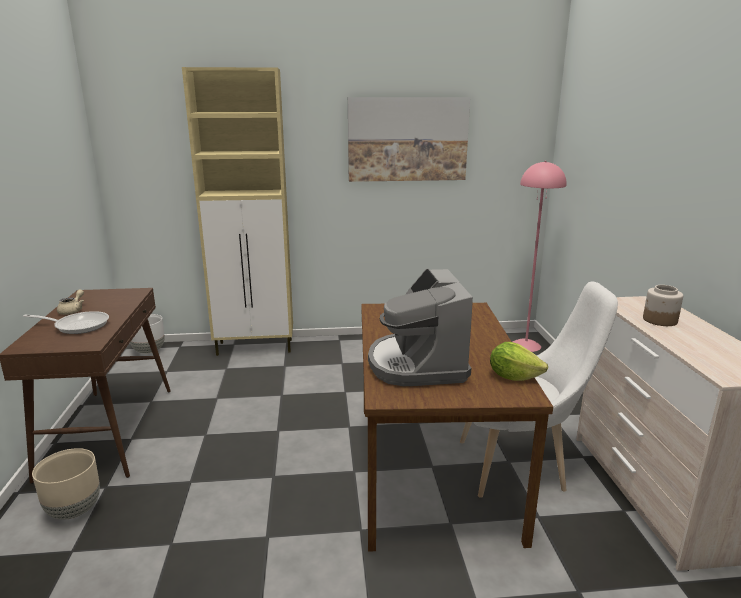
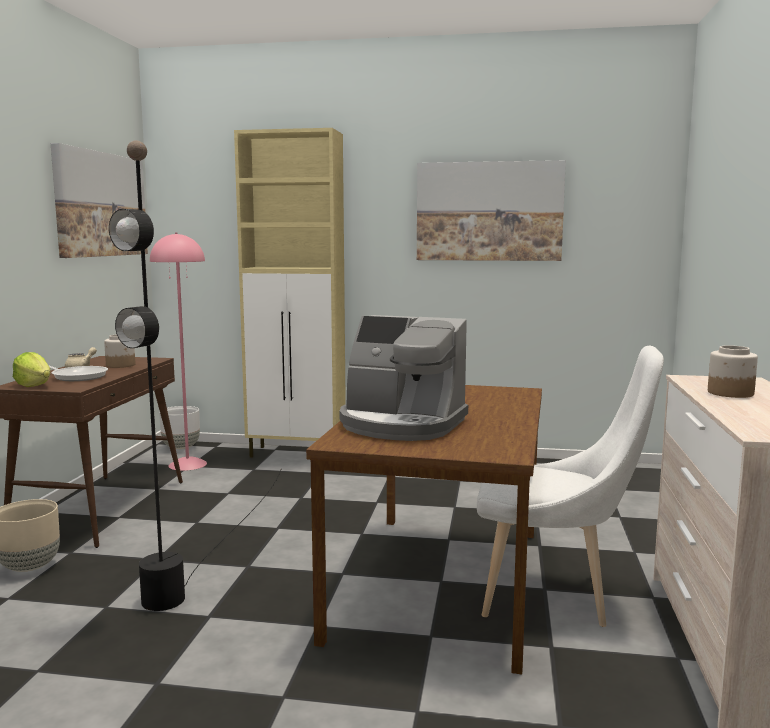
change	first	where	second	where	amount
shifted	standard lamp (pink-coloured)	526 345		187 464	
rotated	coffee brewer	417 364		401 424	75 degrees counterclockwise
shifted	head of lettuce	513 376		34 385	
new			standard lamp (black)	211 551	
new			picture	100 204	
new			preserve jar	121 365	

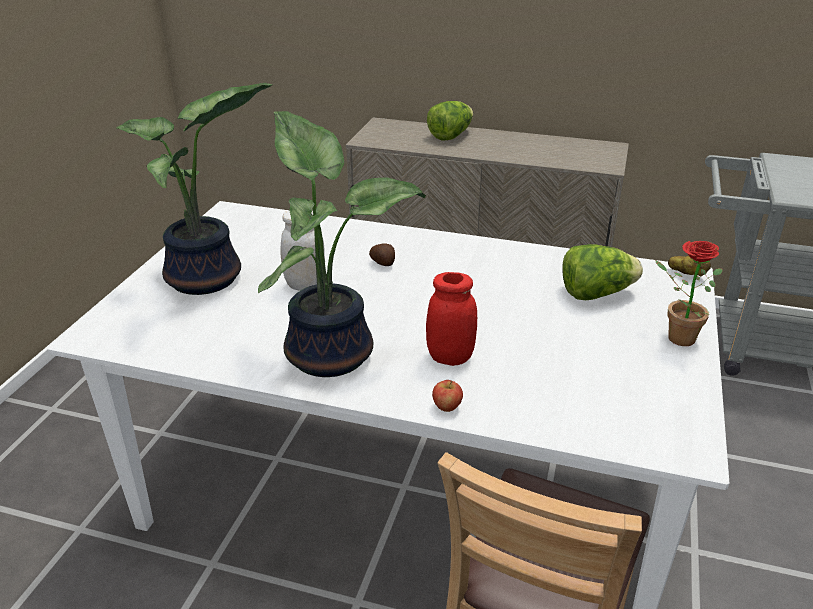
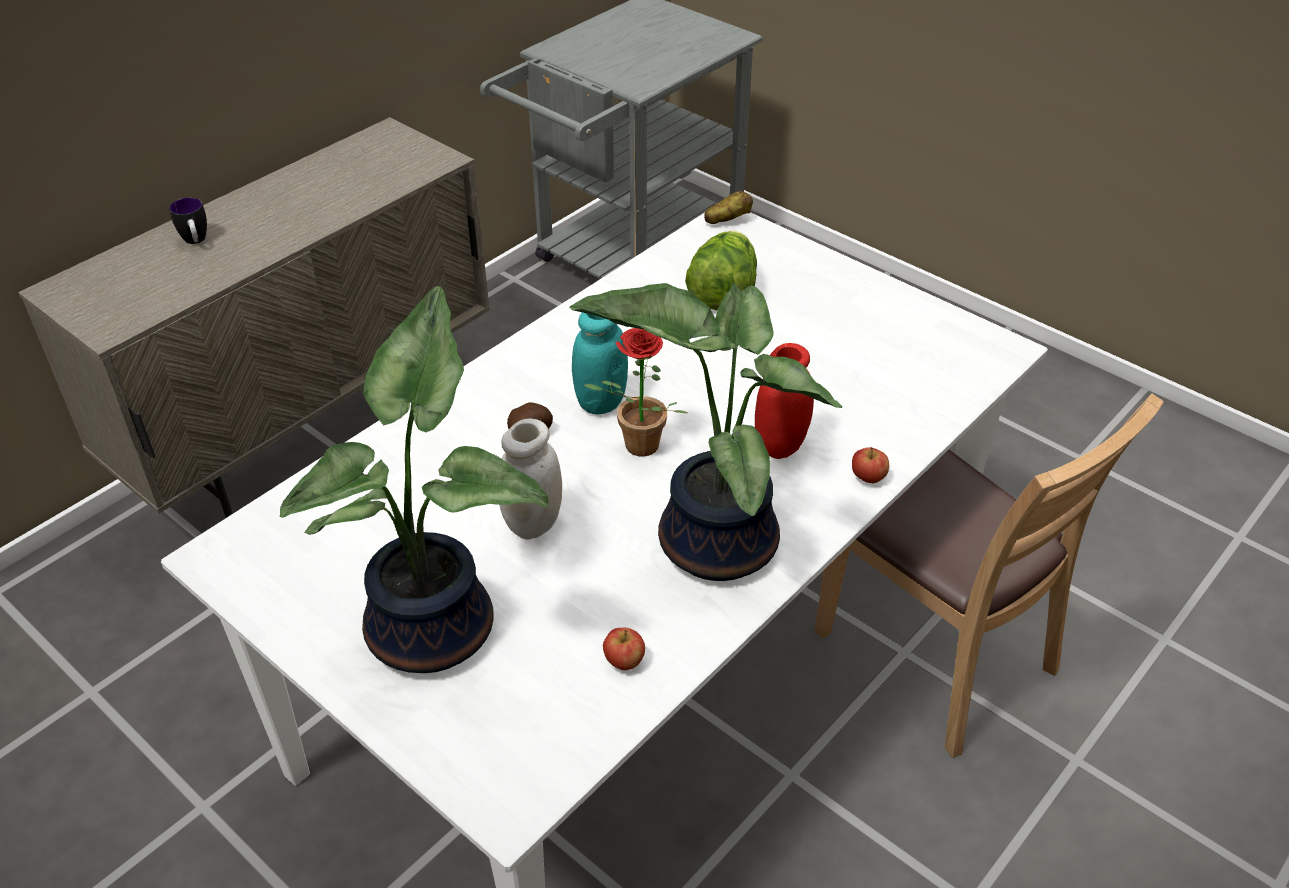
change	first	where	second	where	amount
swapped	head of lettuce	450 136	mug	196 241	
shifted	plant in a pot	675 337		635 448	
new			preserve jar (blue-green)	600 401	
new			apple	624 661	

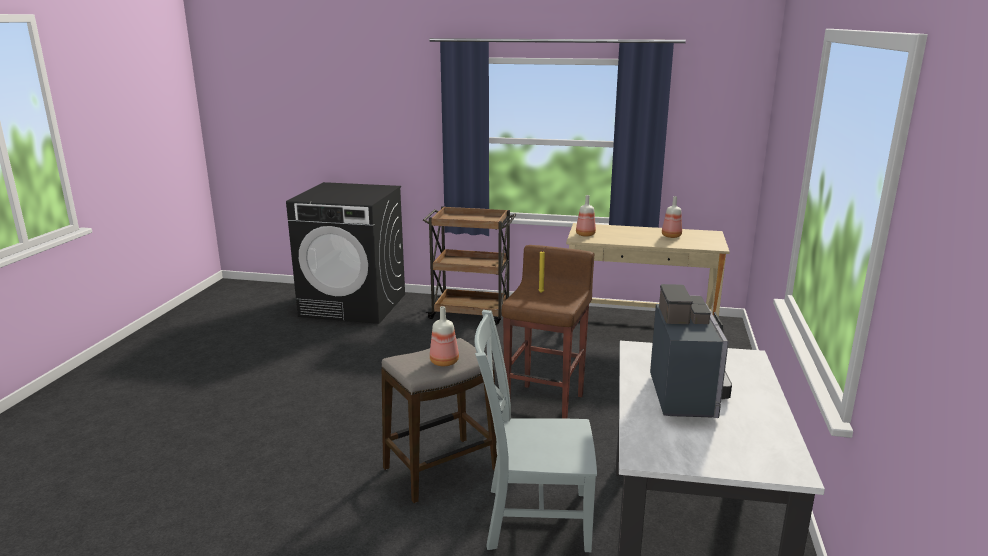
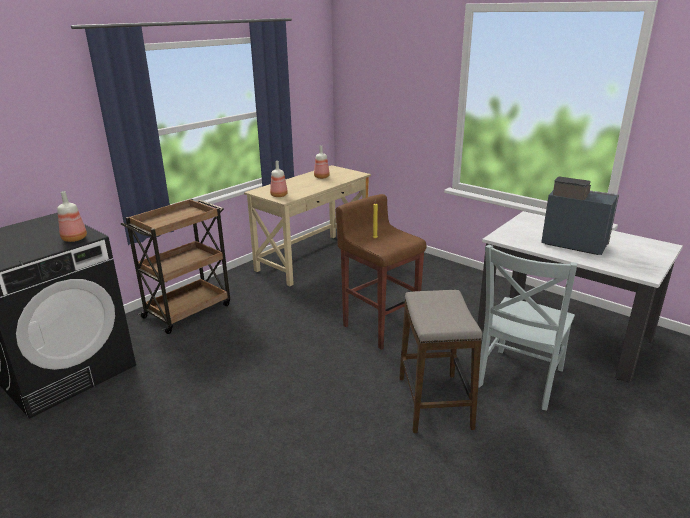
change	first	where	second	where	amount
shifted	beverage bottle	444 361		74 238	

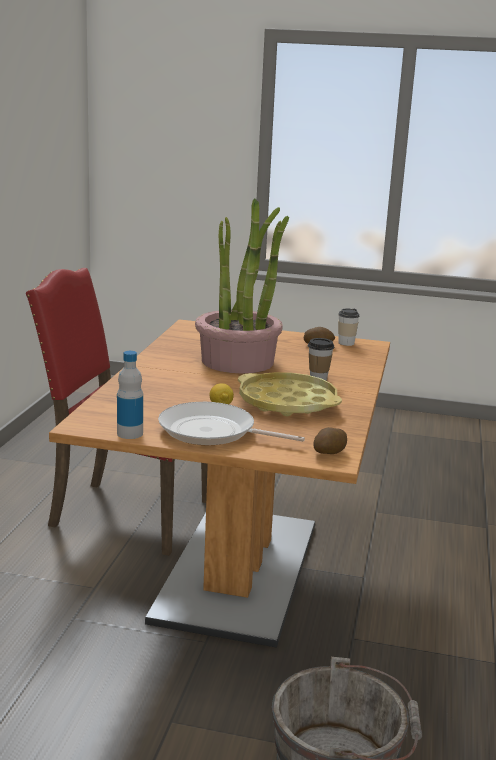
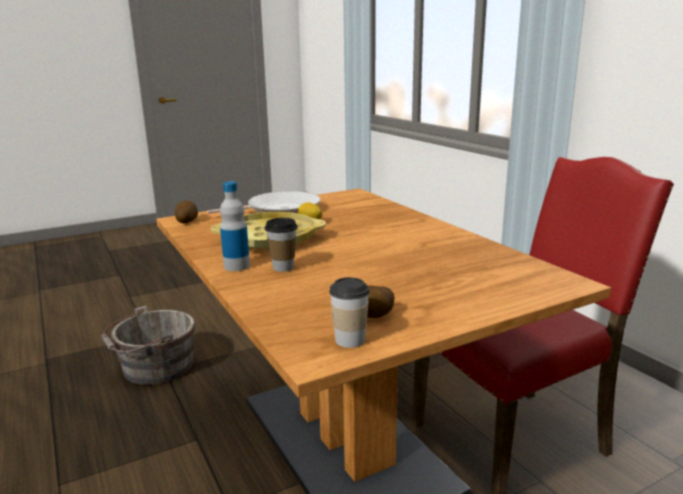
change	first	where	second	where	amount
gone	plant in a pot	238 361			
shifted	beverage bottle	130 433		236 266	

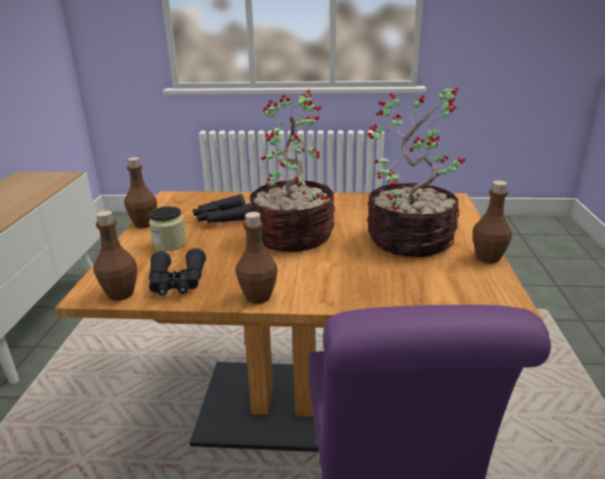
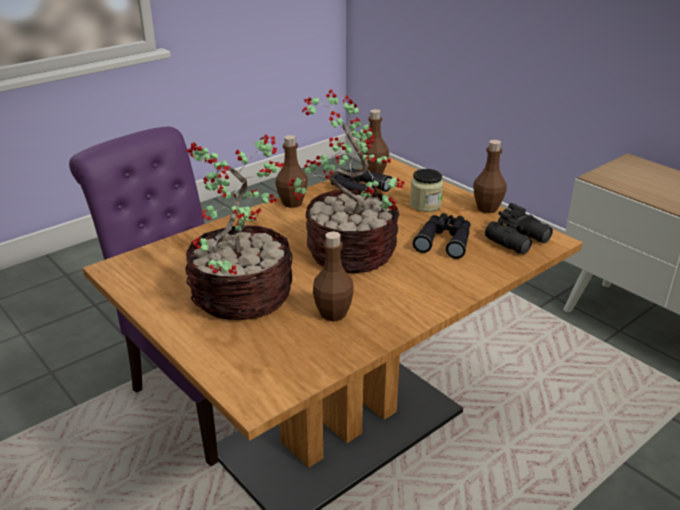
change	first	where	second	where	amount
shifted	beverage bottle (brownish)	487 258		333 314	
new			pair of binoculars (black)	519 240	

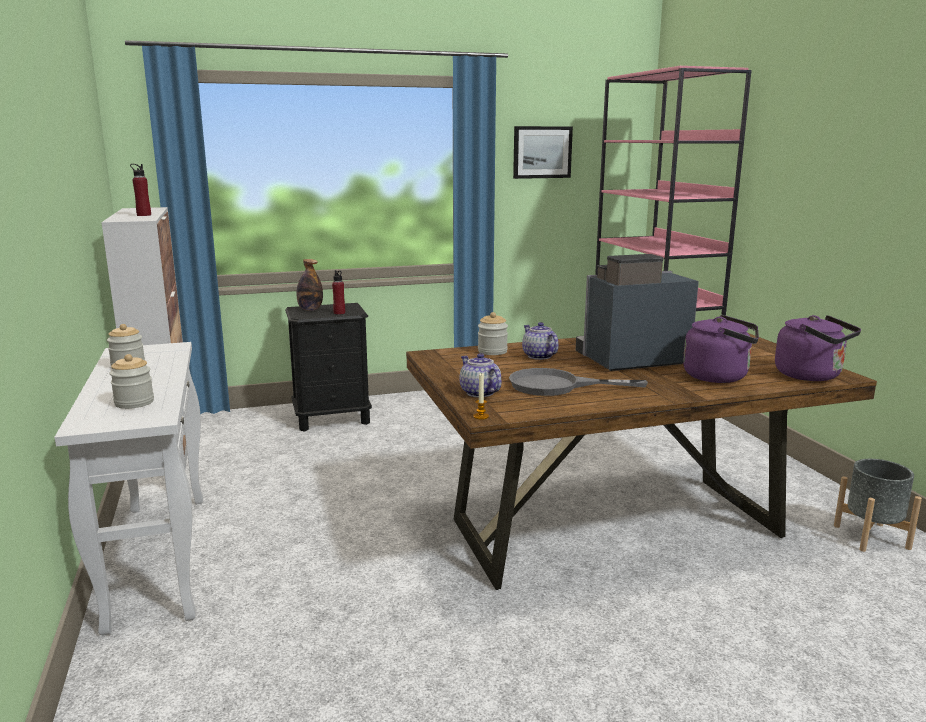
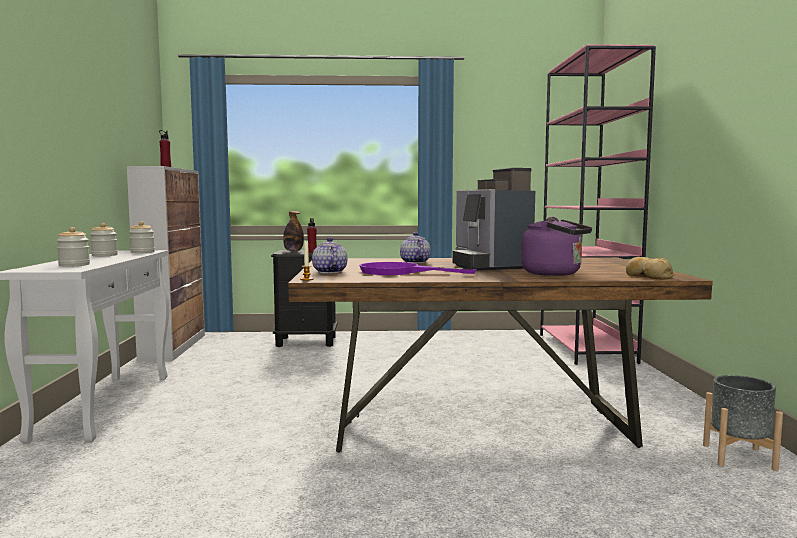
change	first	where	second	where	amount
gone	picture	542 152			
rotated	coffee brewer	629 360		489 266	105 degrees counterclockwise
shifted	preserve jar	492 351		142 252	
swapped	water kettle (purple-coloured)	812 376	baked bread	648 276	
repainted	frying pan (gray)	557 386	frying pan (purple-coloured)	400 272	

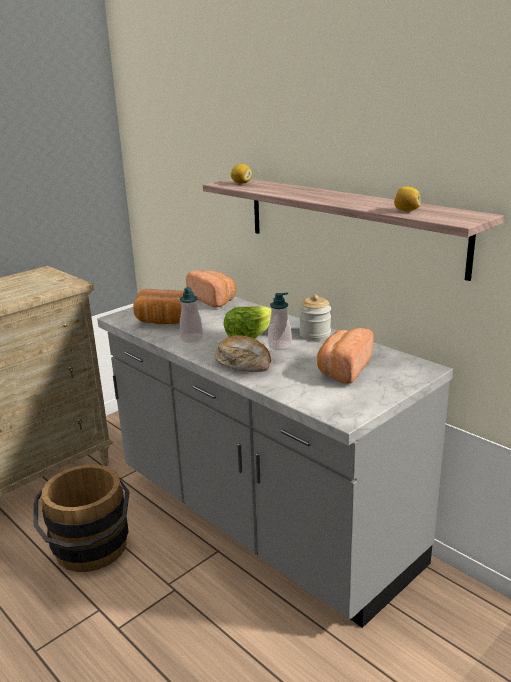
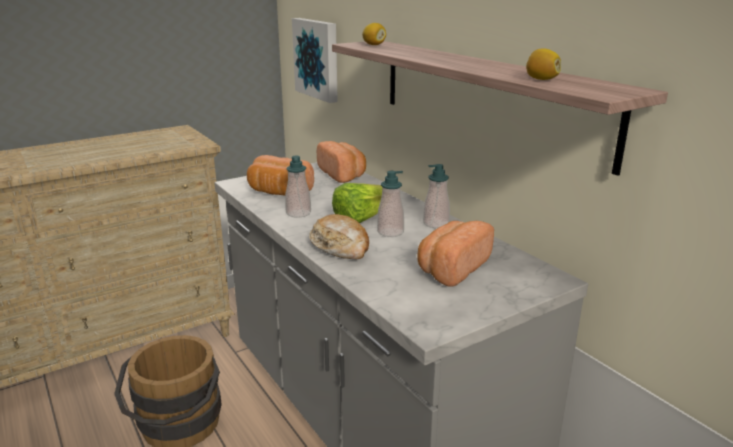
change	first	where	second	where	amount
swapped	preserve jar	315 334	soap bottle	436 223	
new			picture	318 59	

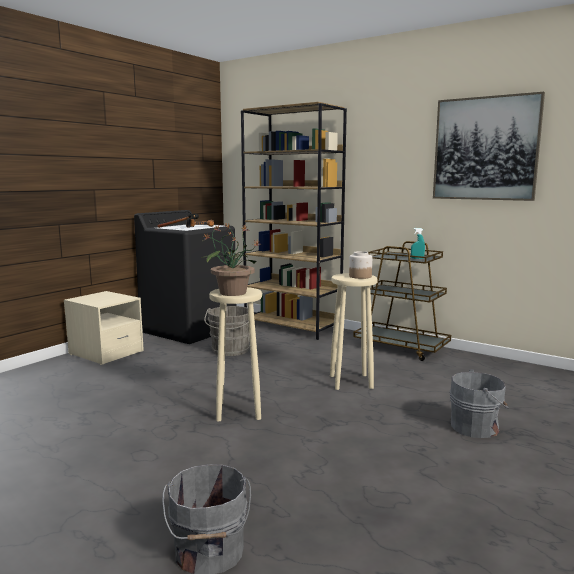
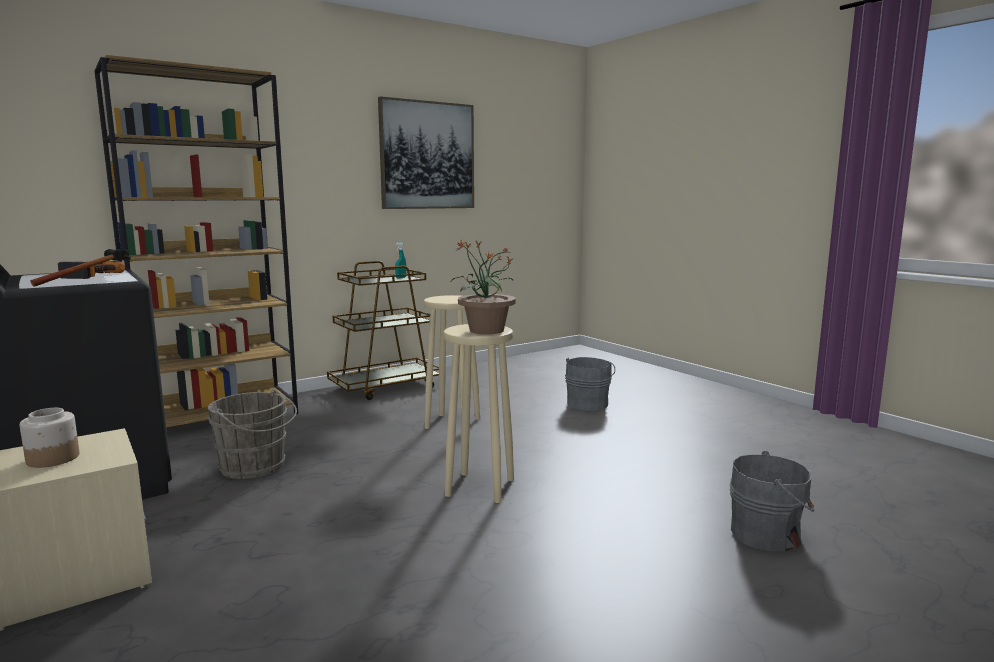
change	first	where	second	where	amount
shifted	preserve jar	360 276		52 459	

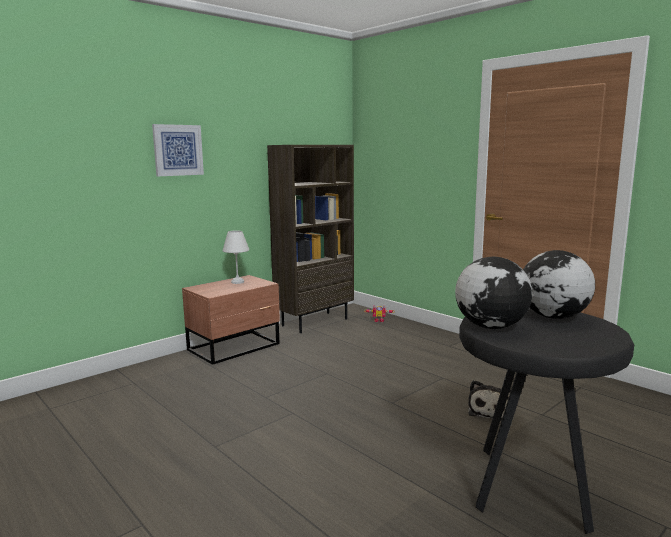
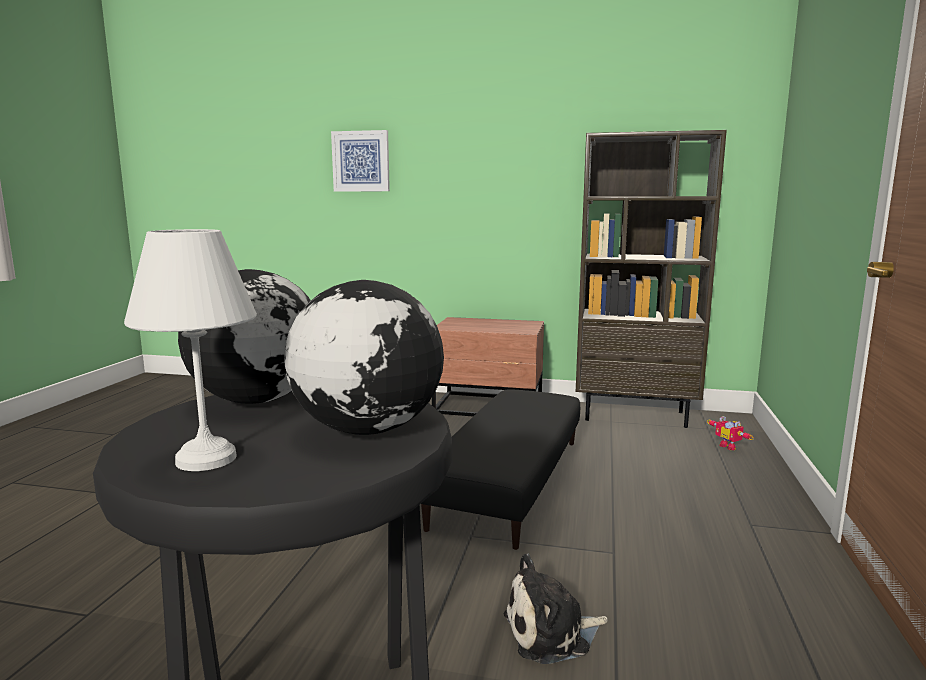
change	first	where	second	where	amount
shifted	picture	178 150		361 161	
shifted	tabletop lamp (white-coloured)	237 282		203 459	
new			footrest (black)	510 481	

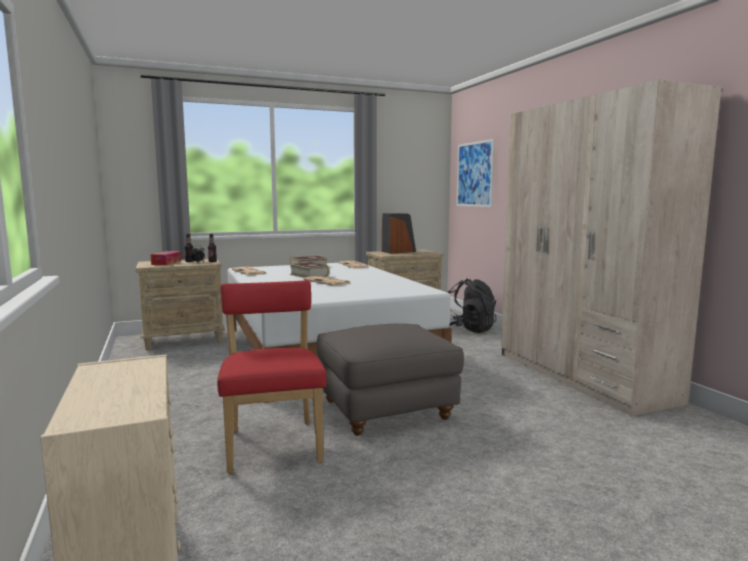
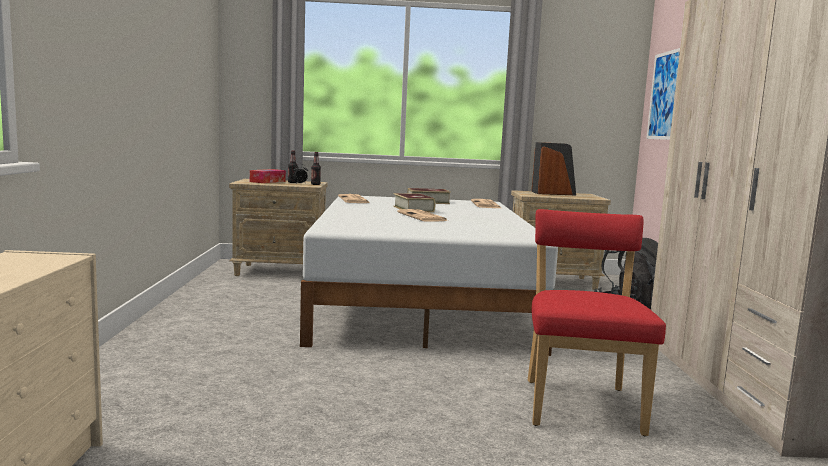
change	first	where	second	where	amount
shifted	chair (reddish)	273 443		580 403	
gone	footrest (gray)	386 410			

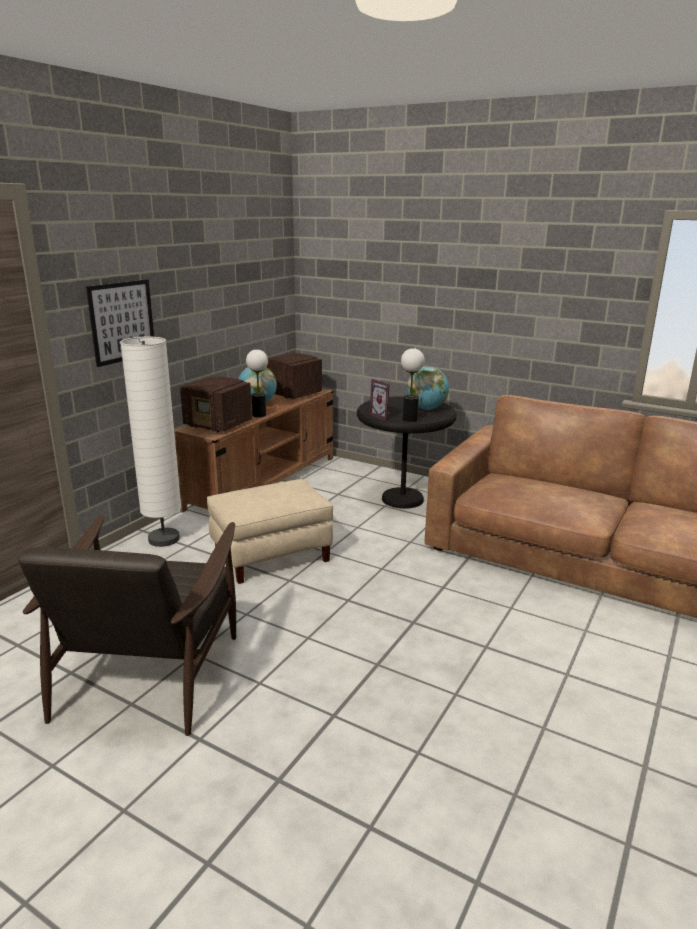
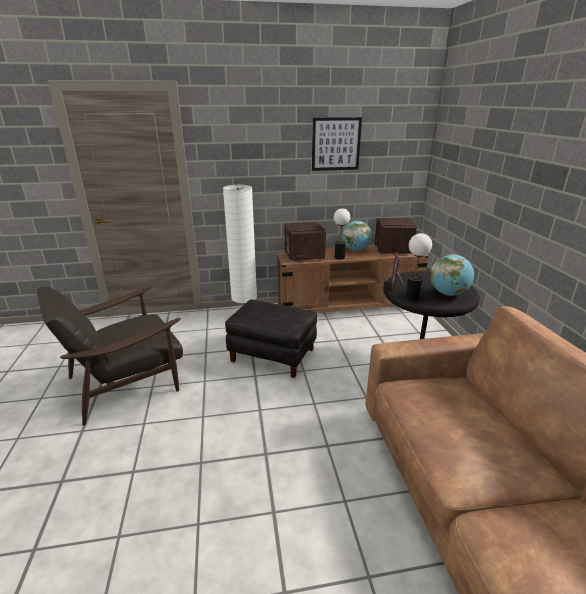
change	first	where	second	where	amount
shifted	picture	122 322		336 144	
repainted	footrest (beige)	271 555	footrest (black)	273 355	

